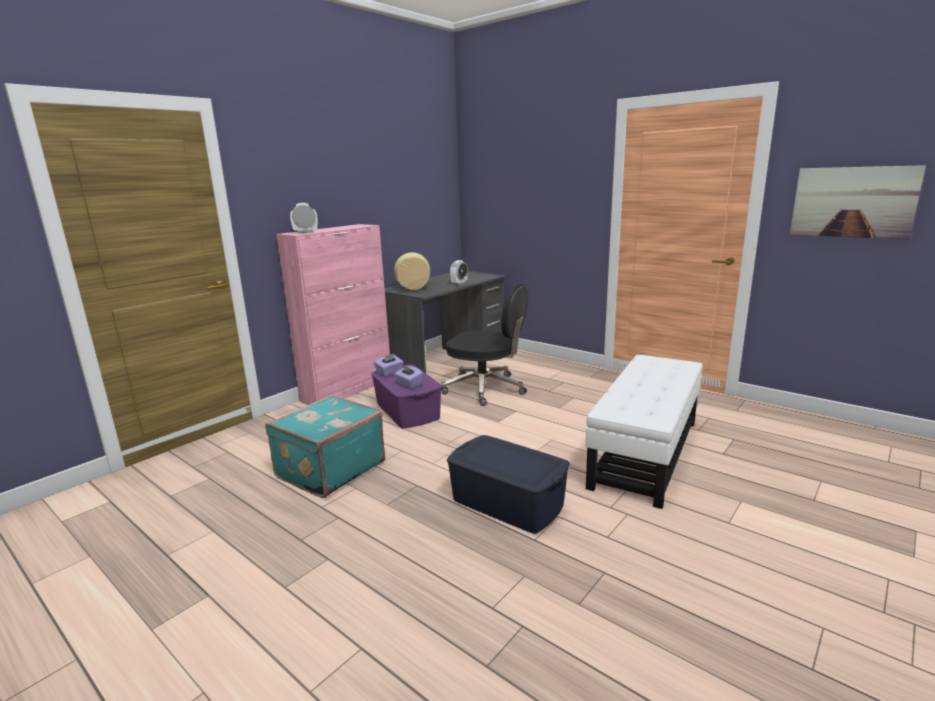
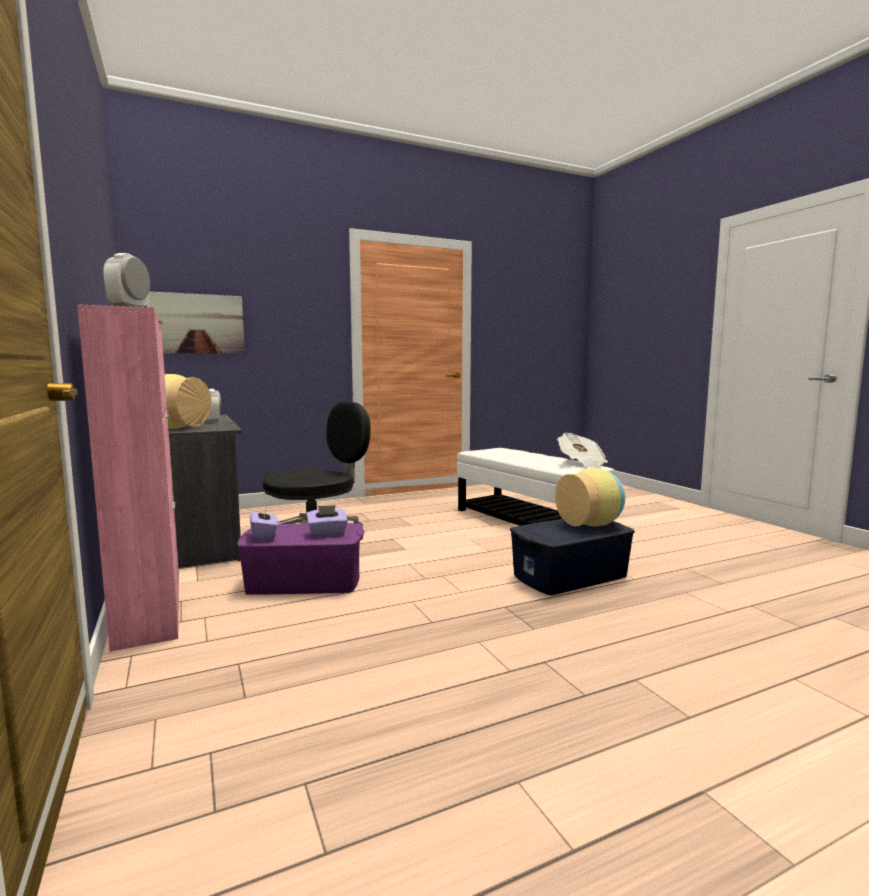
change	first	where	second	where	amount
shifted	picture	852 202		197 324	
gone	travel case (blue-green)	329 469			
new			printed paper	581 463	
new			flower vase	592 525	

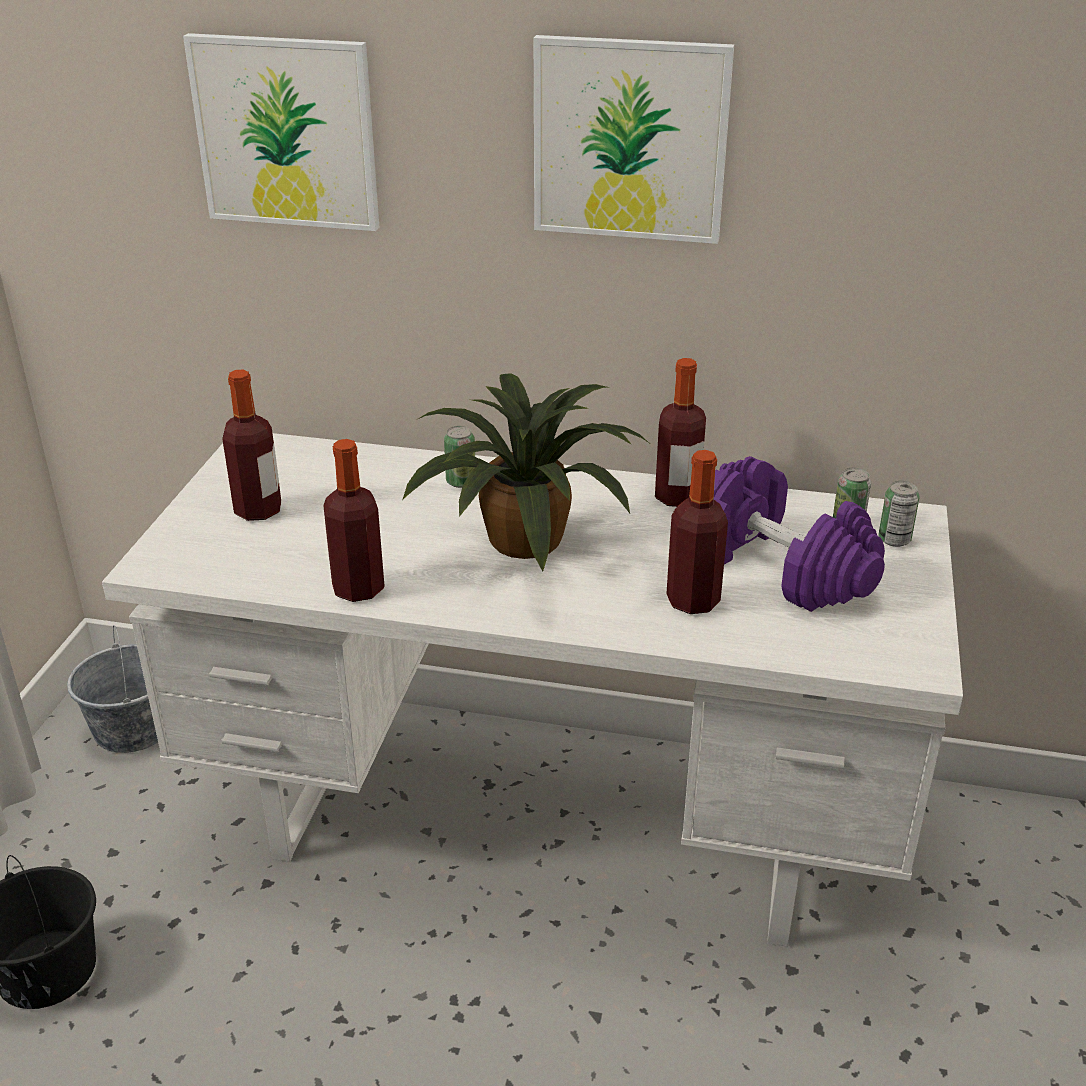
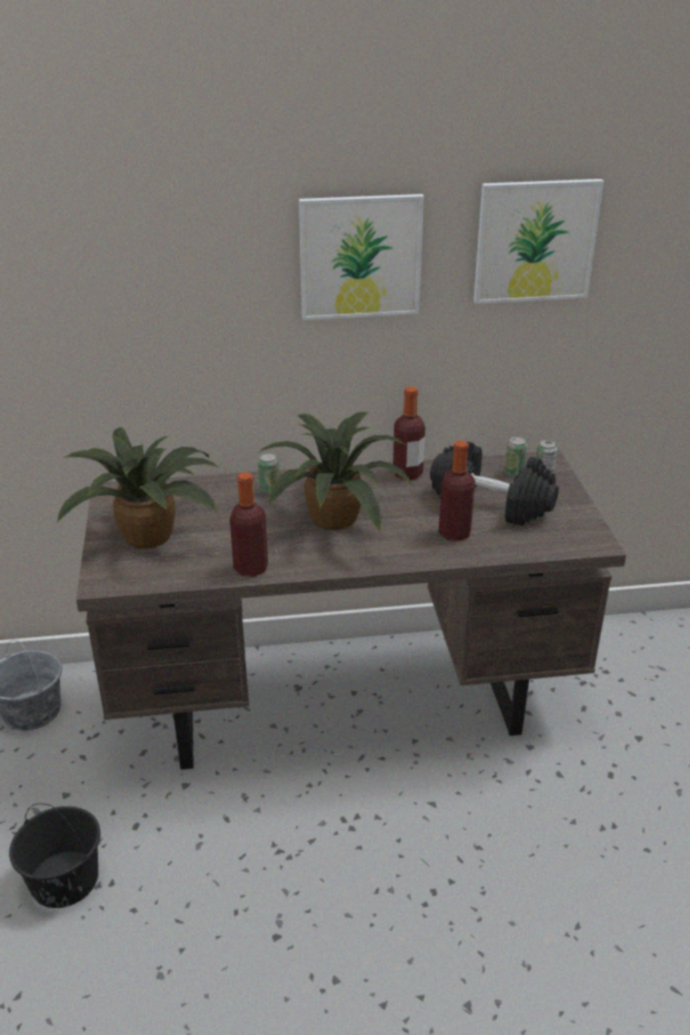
change	first	where	second	where	amount
shifted	picture	286 132		535 241	
swapped	beverage bottle	258 510	plant in a pot	149 533	
repainted	desk table (white-coloured)	547 823	desk table (brownish)	347 701	
repainted	free weight (purple-coloured)	781 567	free weight (black)	491 503	

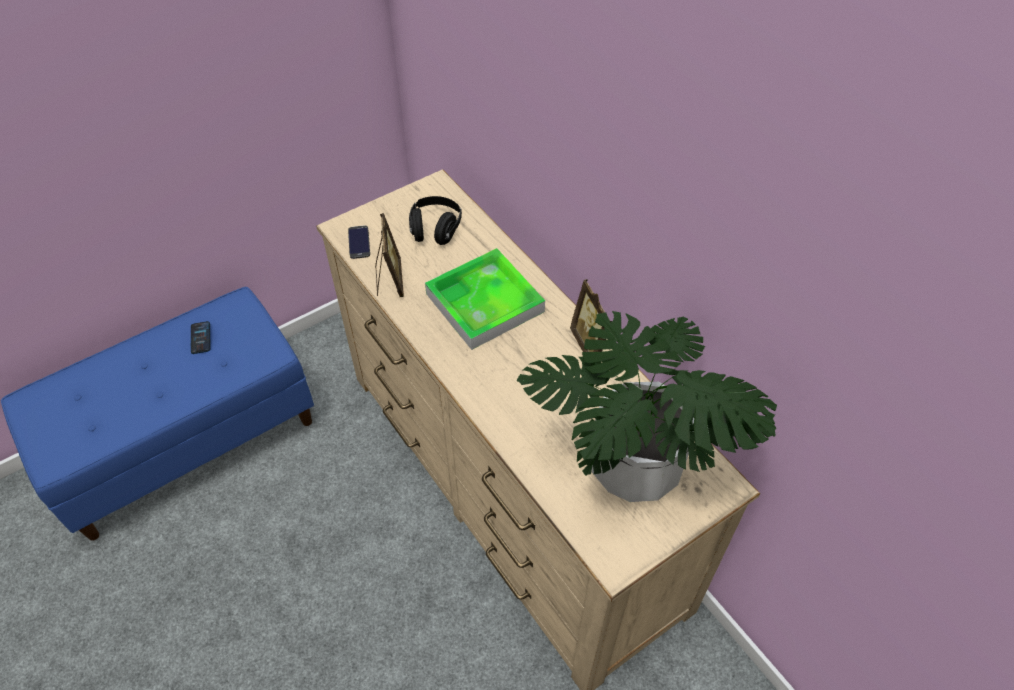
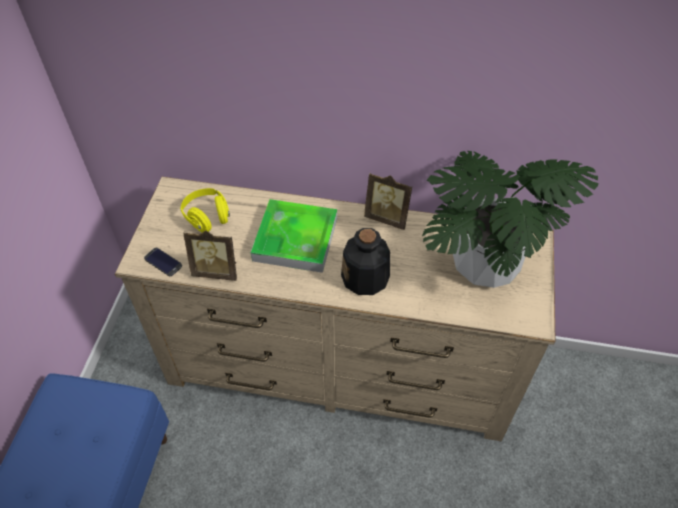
change	first	where	second	where	amount
repainted	pair of headphones (black)	435 230	pair of headphones (yellowish)	207 217	
rotated	photo frame	389 281		216 271	150 degrees clockwise
gone	handset	200 338			
new			beverage bottle	365 277	

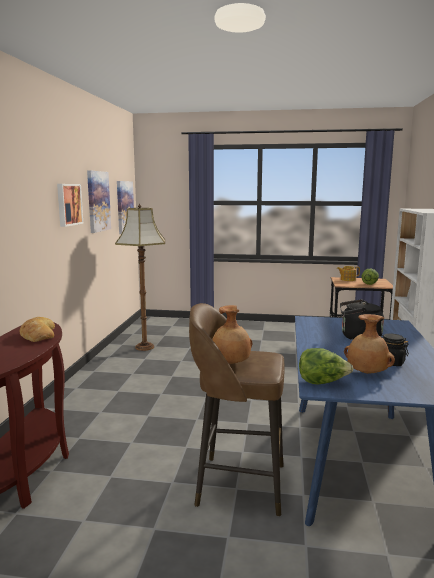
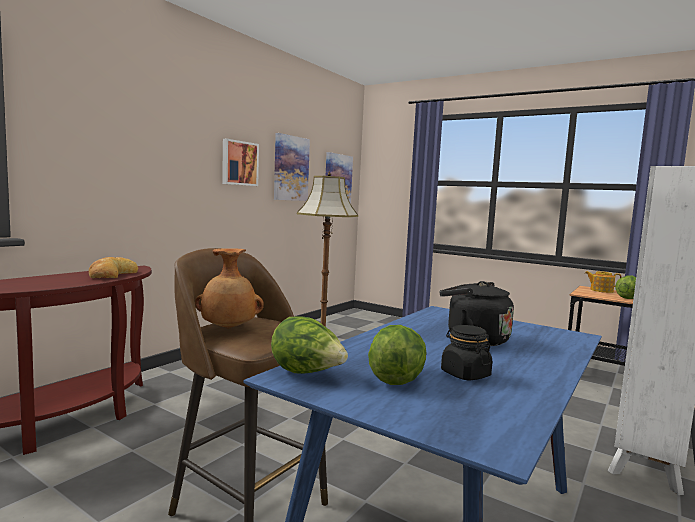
change	first	where	second	where	amount
swapped	flower vase (brownish)	366 373	head of lettuce	396 378	

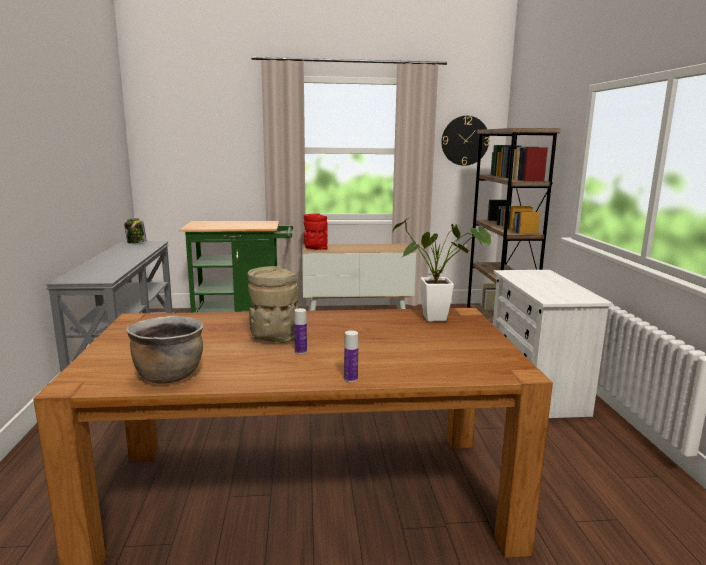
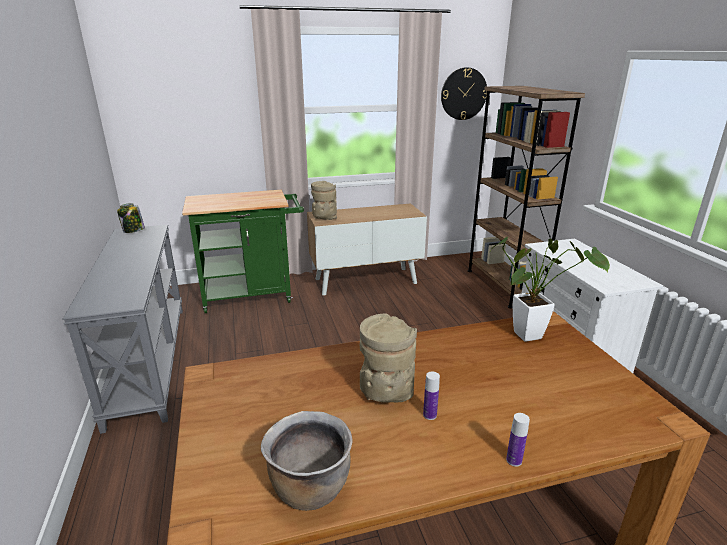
change	first	where	second	where	amount
repainted	flower vase (reddish)	315 248	flower vase (beige)	324 218	

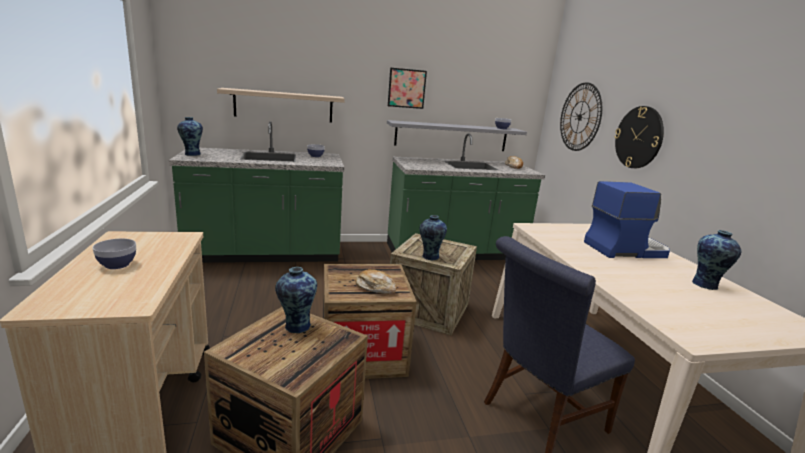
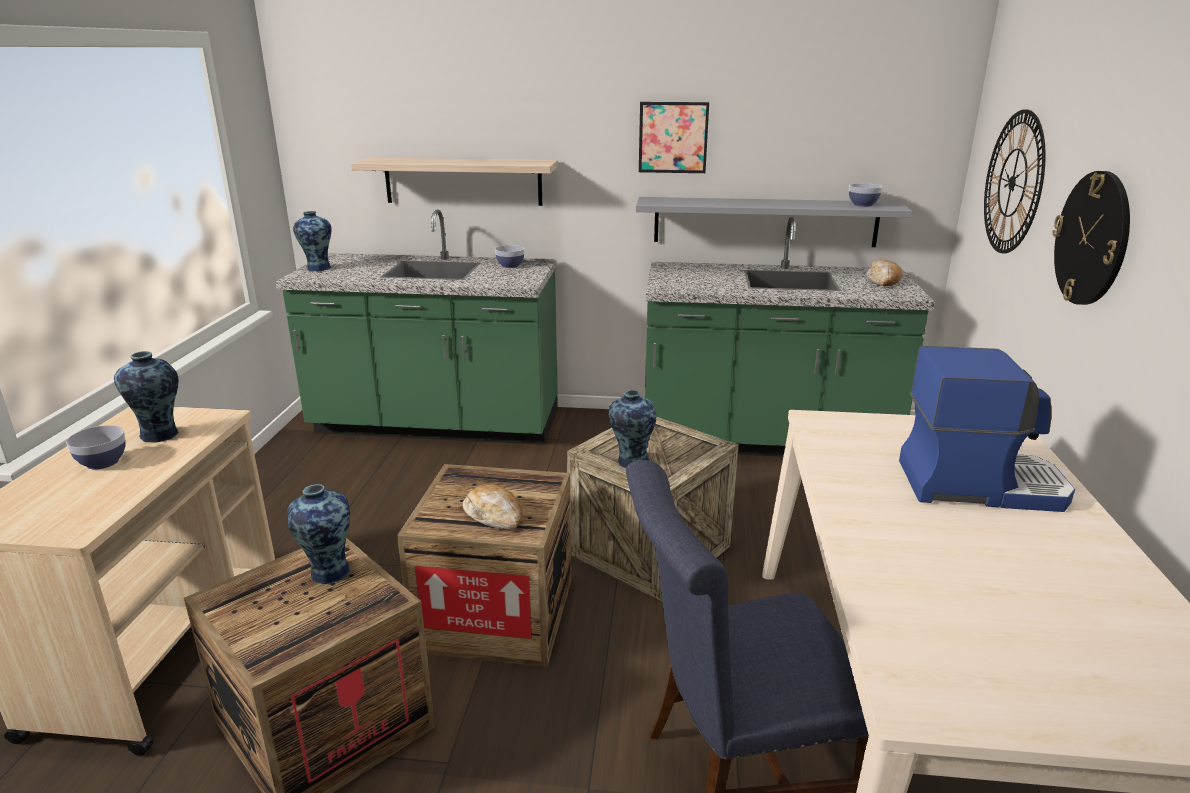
change	first	where	second	where	amount
shifted	flower vase	706 285		160 435	

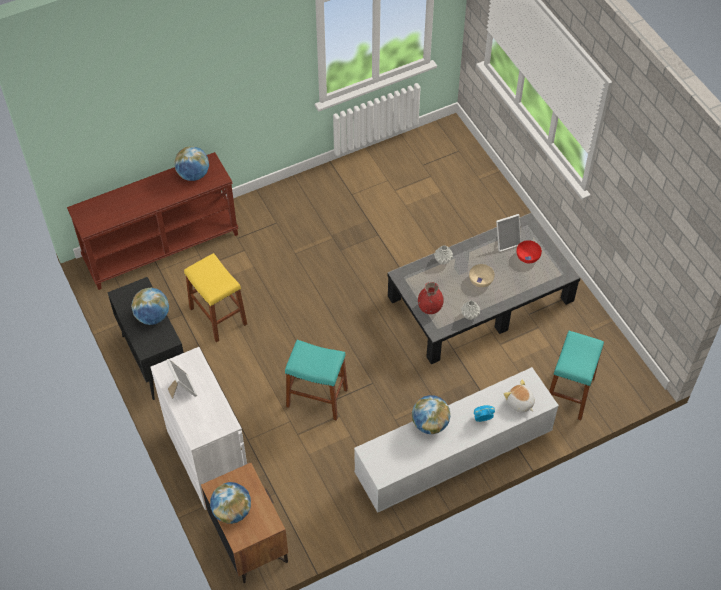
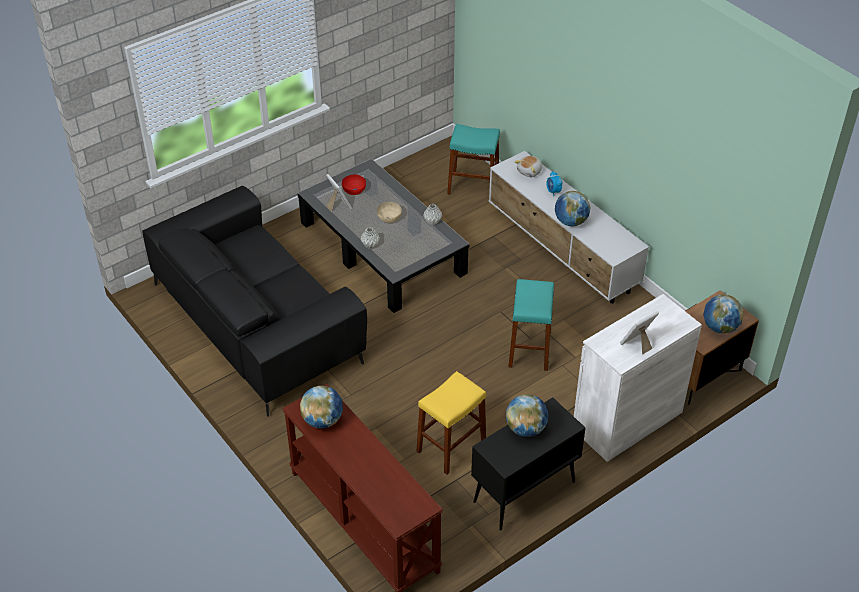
change	first	where	second	where	amount
gone	flower vase (reddish)	429 307			
new			couch (black)	257 322	

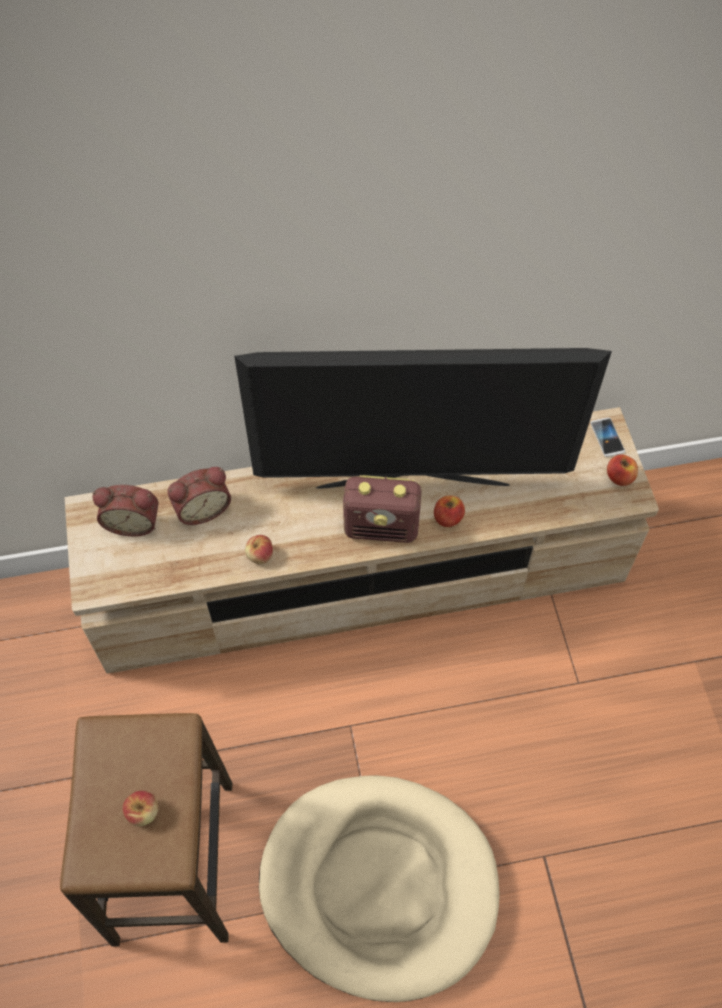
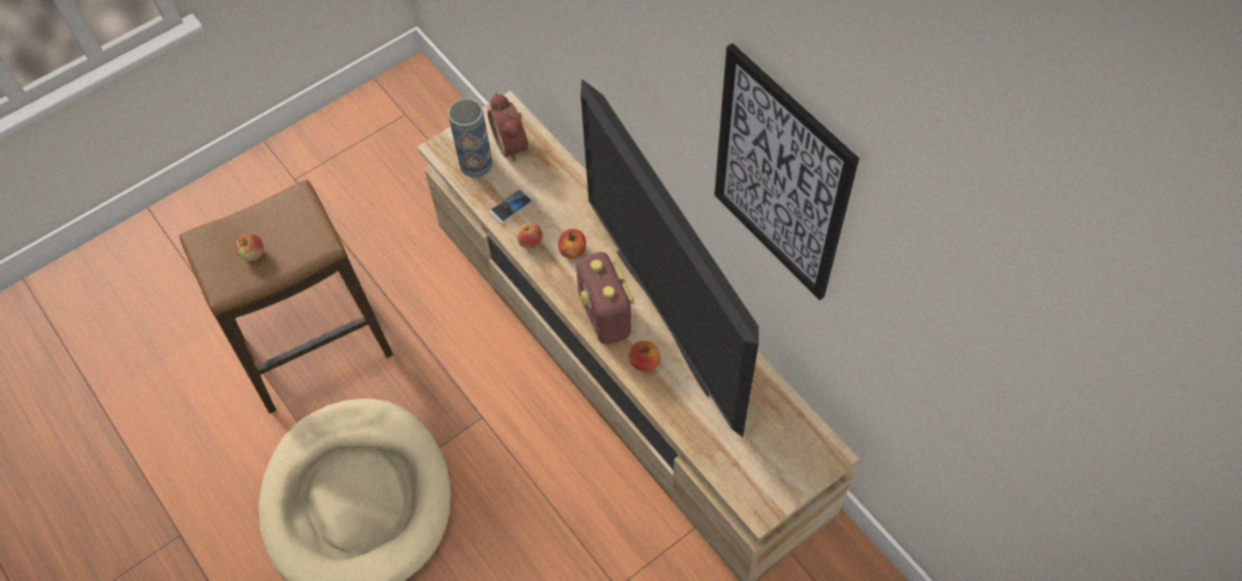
change	first	where	second	where	amount
shifted	handset	607 437		511 206	
shifted	apple	619 477		573 250	
gone	table clock	202 508			
new			picture	781 177	
new			flower vase	476 164	

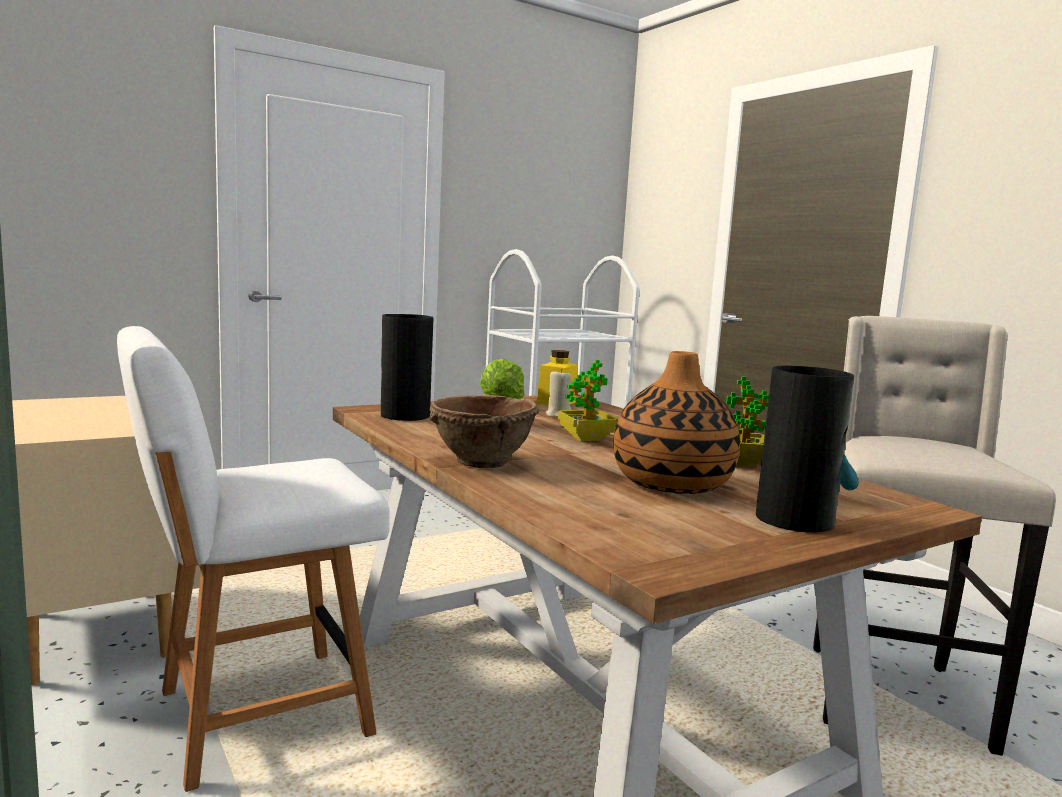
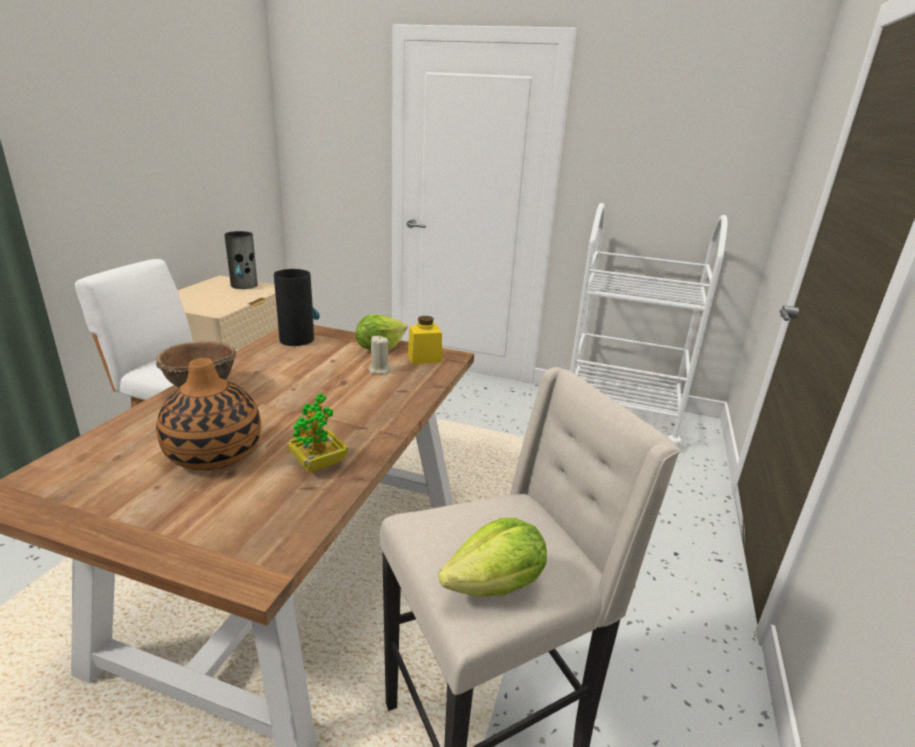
change	first	where	second	where	amount
gone	plant in a pot	586 438			
shifted	flower vase	795 519		244 285	
new			head of lettuce	496 586	

